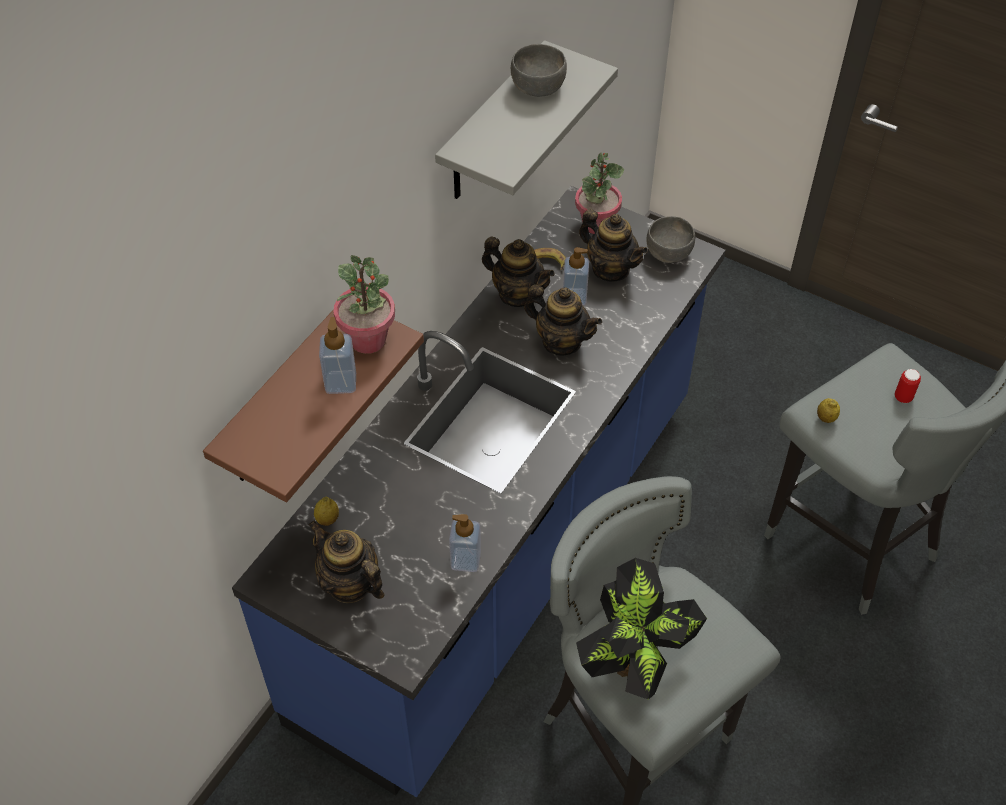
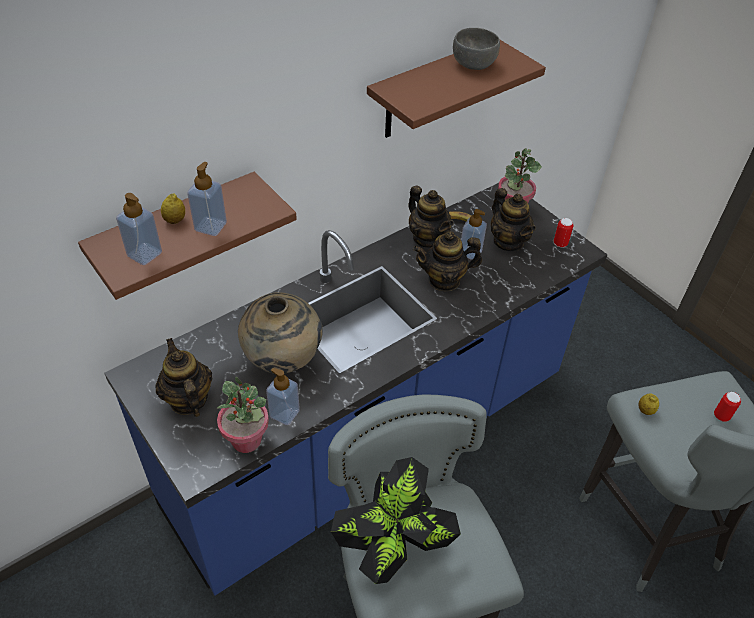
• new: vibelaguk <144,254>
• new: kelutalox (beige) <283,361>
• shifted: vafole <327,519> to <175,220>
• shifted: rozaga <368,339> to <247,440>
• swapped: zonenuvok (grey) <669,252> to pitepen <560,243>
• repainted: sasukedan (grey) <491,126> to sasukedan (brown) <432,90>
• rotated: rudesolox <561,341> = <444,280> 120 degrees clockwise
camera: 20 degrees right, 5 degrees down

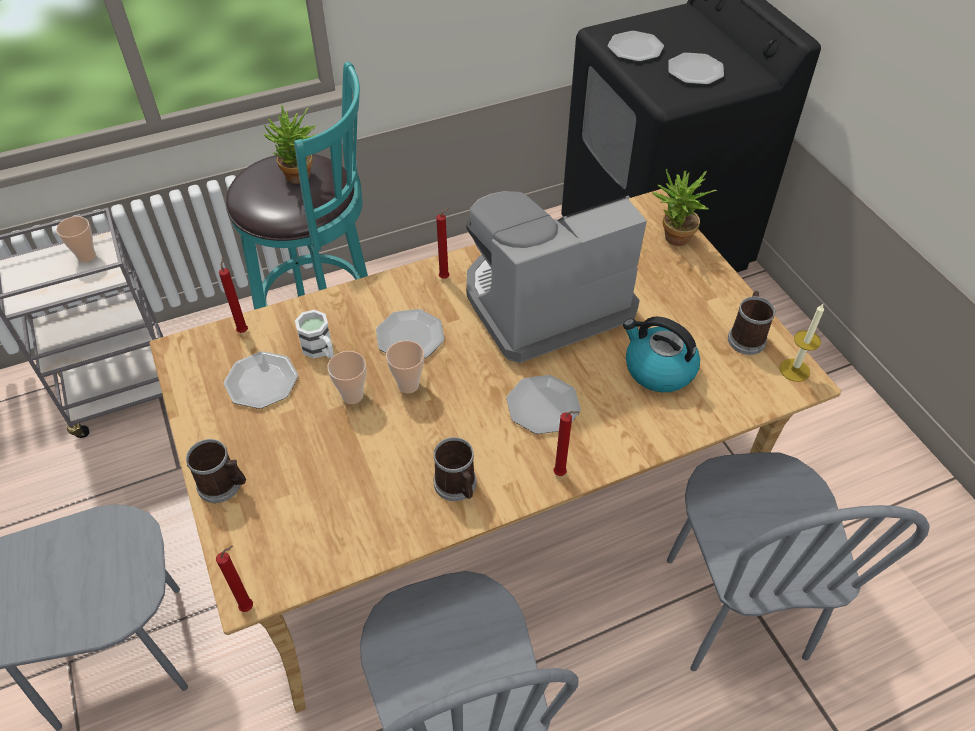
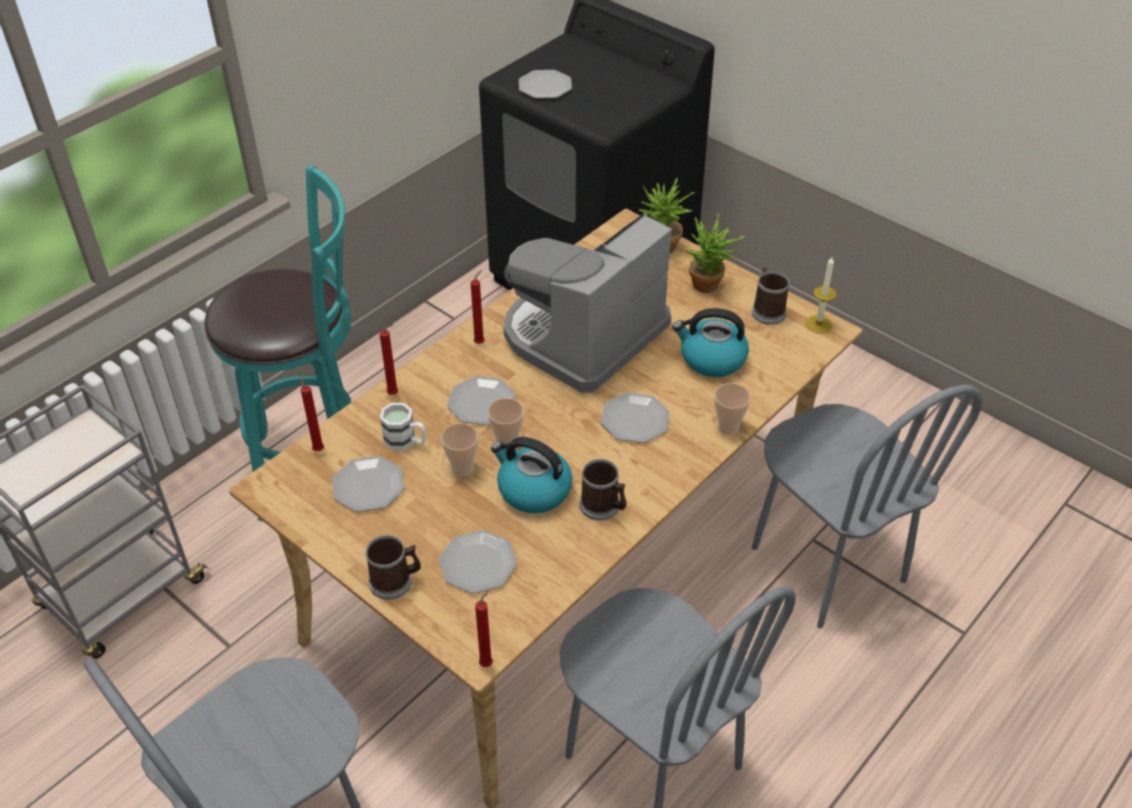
• new: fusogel <533,490>
• shifted: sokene <86,256> to <728,427>
• shifted: rozaga <299,179> to <709,287>
• shifted: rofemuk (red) <561,474> to <395,394>
• shifted: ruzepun <694,71> to <477,564>
camera: 25 degrees left, 5 degrees down

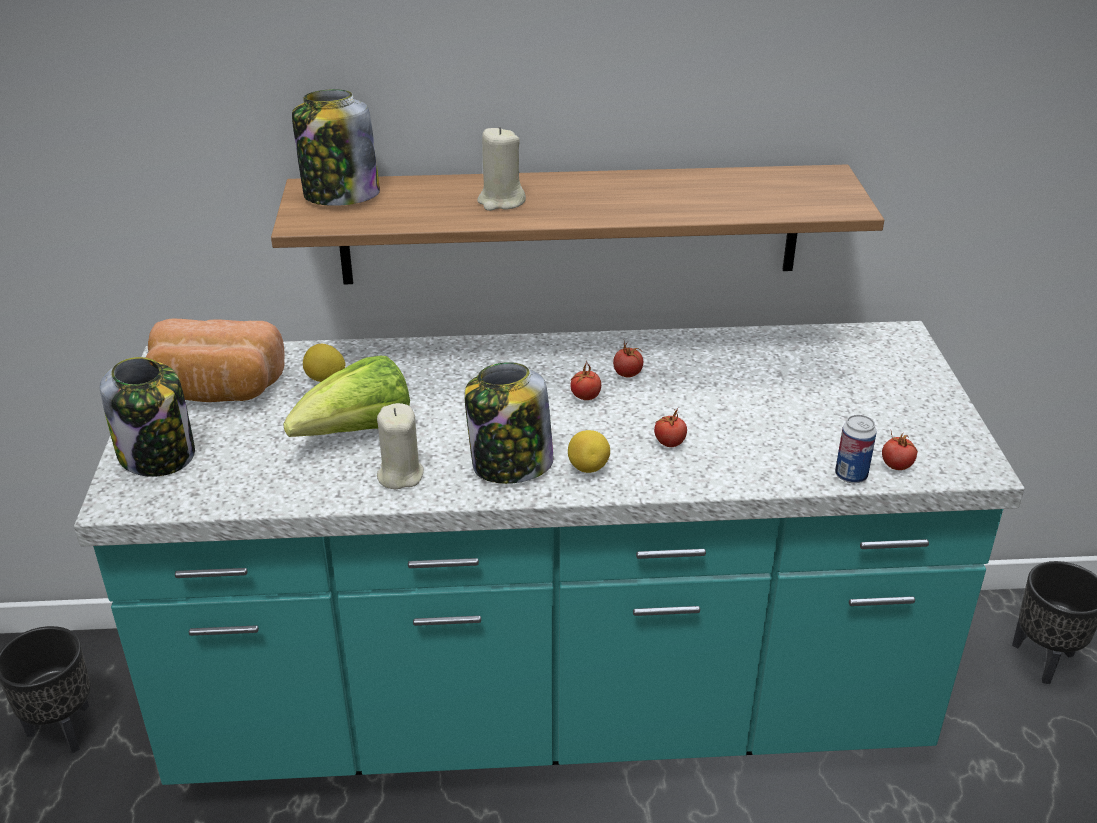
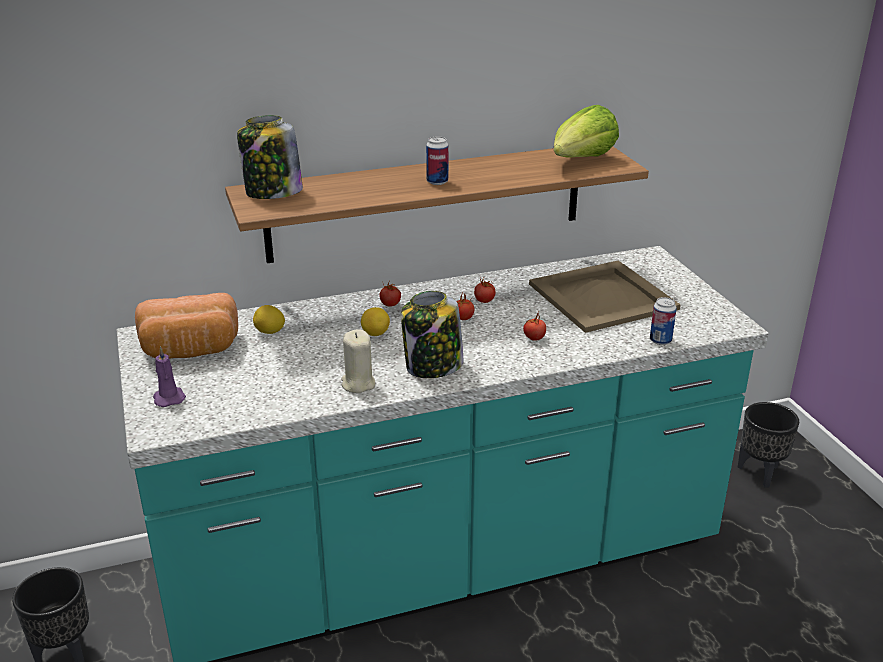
• gone: rofemuk (beige) <501,201>
• new: pitepen <437,182>
• new: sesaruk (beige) <602,297>
• shifted: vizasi <357,433> to <581,161>
• shifted: vafole <588,468> to <375,334>
• shifted: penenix <896,466> to <390,304>
• swapped: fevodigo <158,455> to rofemuk (purple) <168,398>
camera: 15 degrees left, 5 degrees down

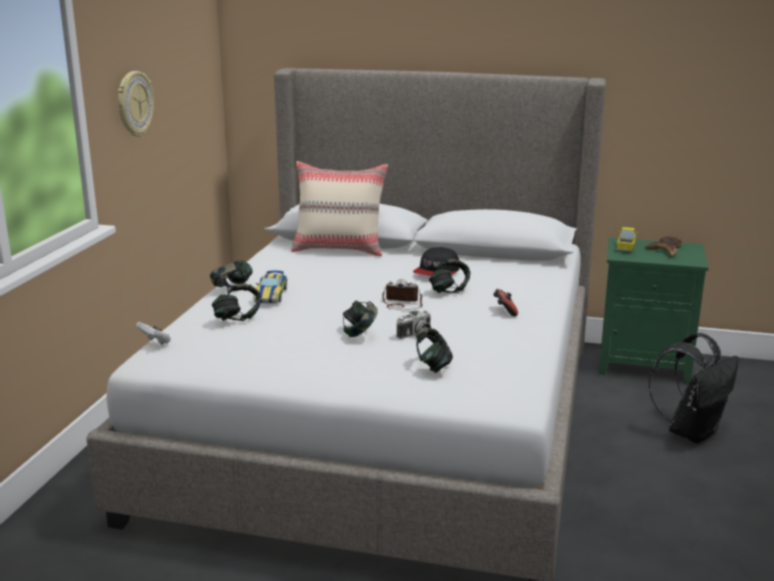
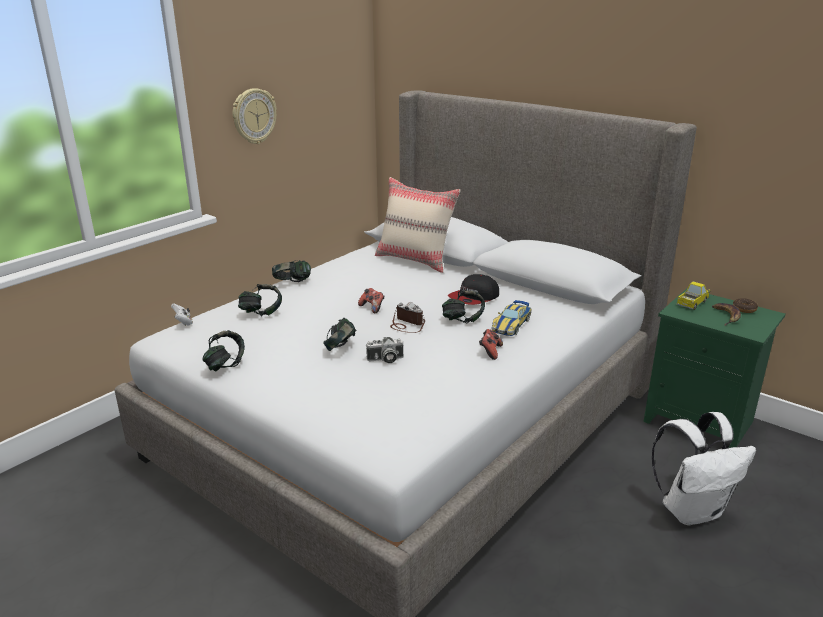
• new: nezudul <372,308>
• shifted: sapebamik <271,294> to <511,324>
• shifted: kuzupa <433,366> to <225,365>
• repainted: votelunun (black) <691,432> to votelunun (white) <692,510>
camera: 25 degrees right, 5 degrees up

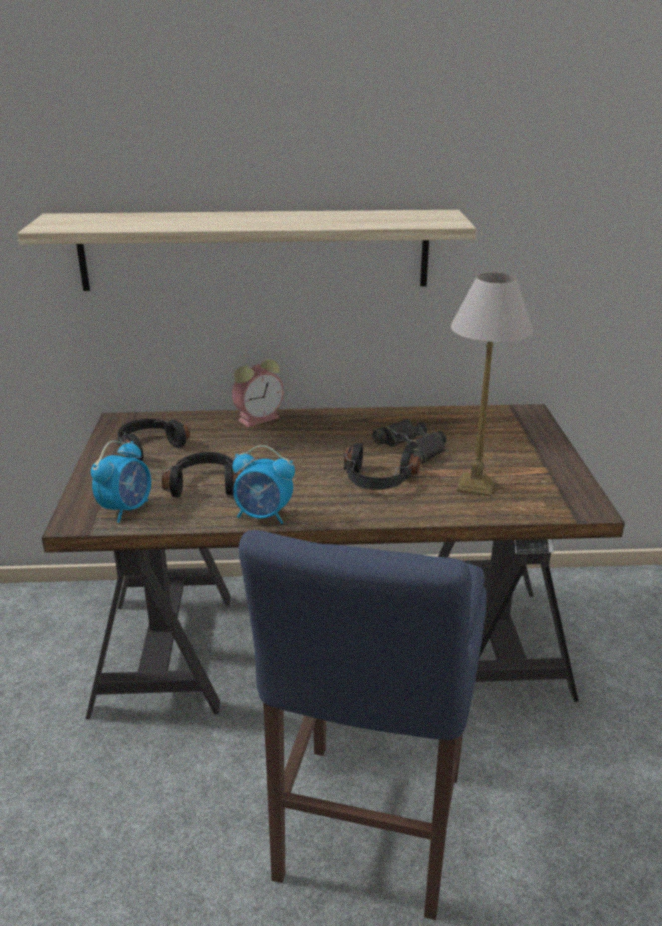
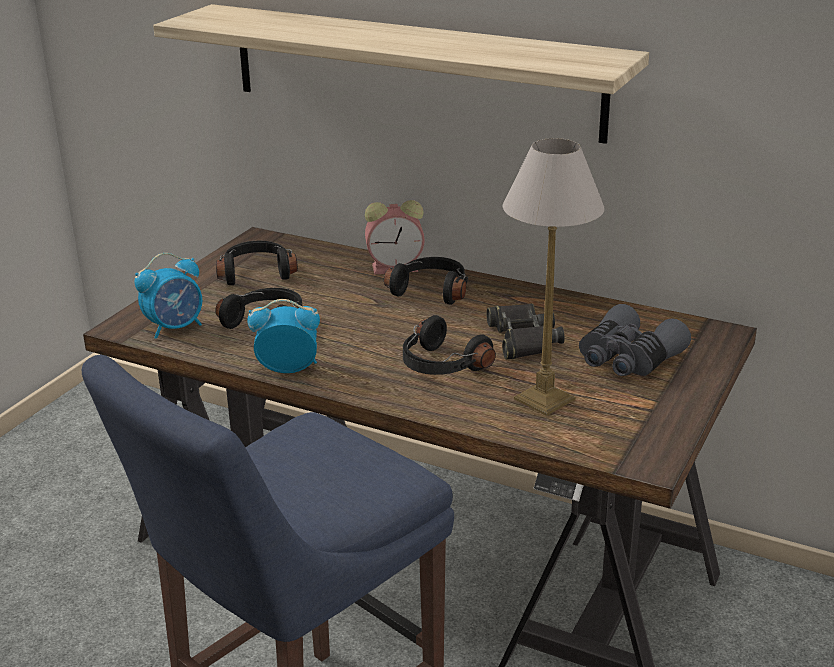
• new: kuzupa (black) <431,290>
• new: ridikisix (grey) <627,359>
• rotated: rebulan <264,516> = <288,369> 135 degrees clockwise
camera: 30 degrees right, 0 degrees up

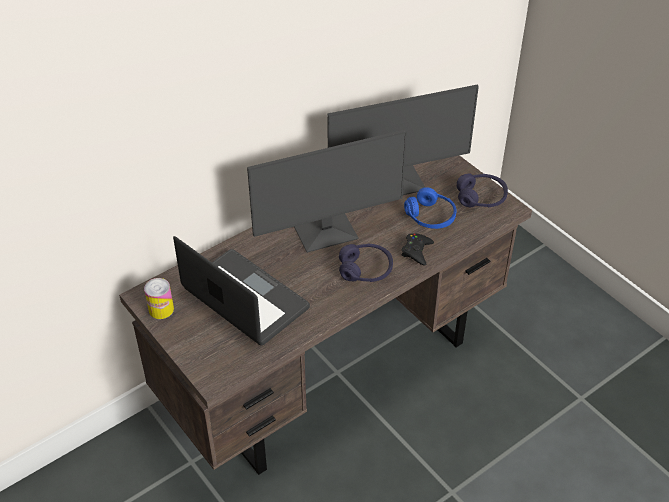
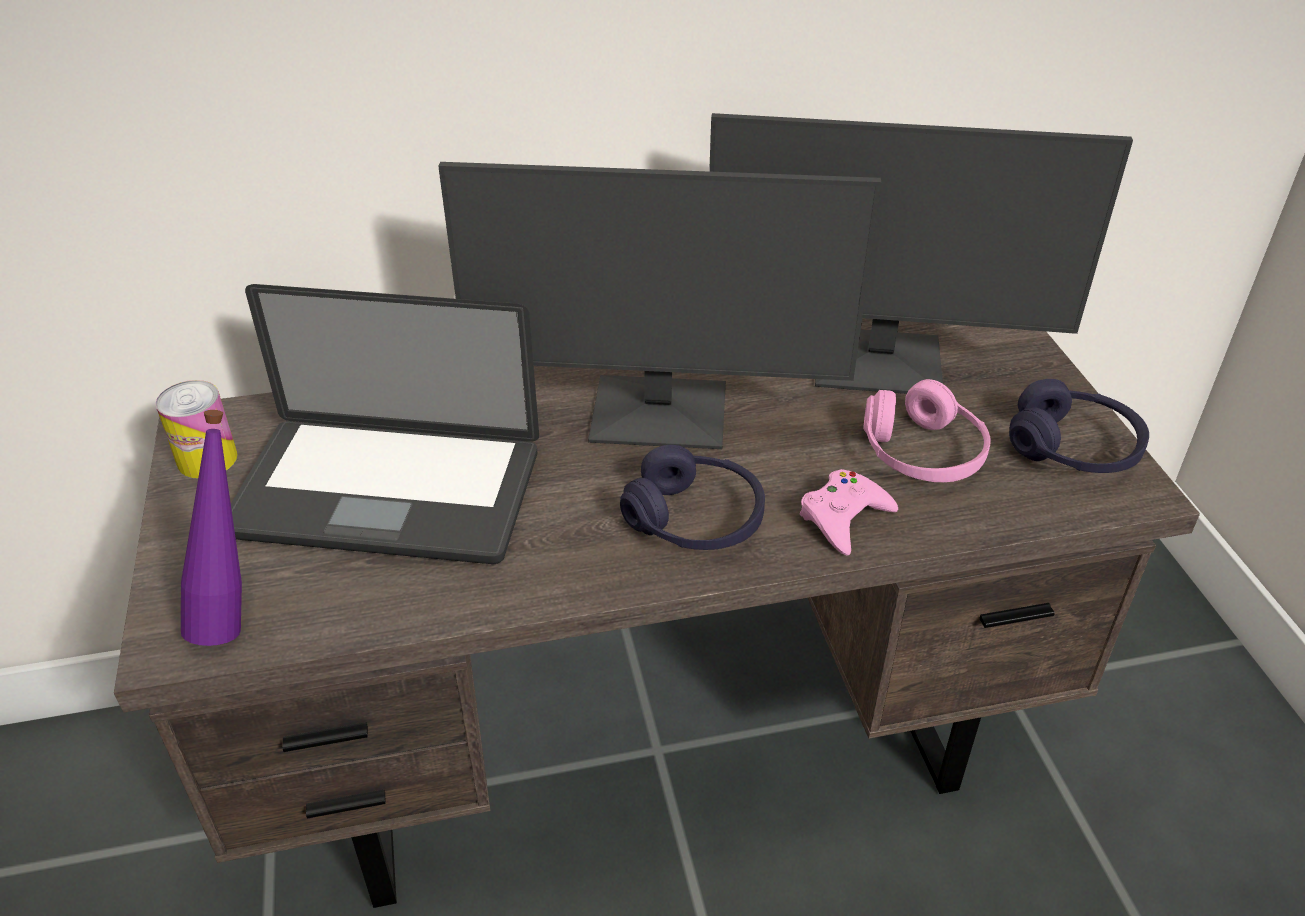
• new: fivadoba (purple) <235,614>
• repainted: nezudul (black) <416,251> to nezudul (pink) <844,517>
• repainted: kuzupa (blue) <430,217> to kuzupa (pink) <922,453>
• rotated: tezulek <245,298> = <387,493> 120 degrees clockwise
camera: 25 degrees right, 5 degrees down

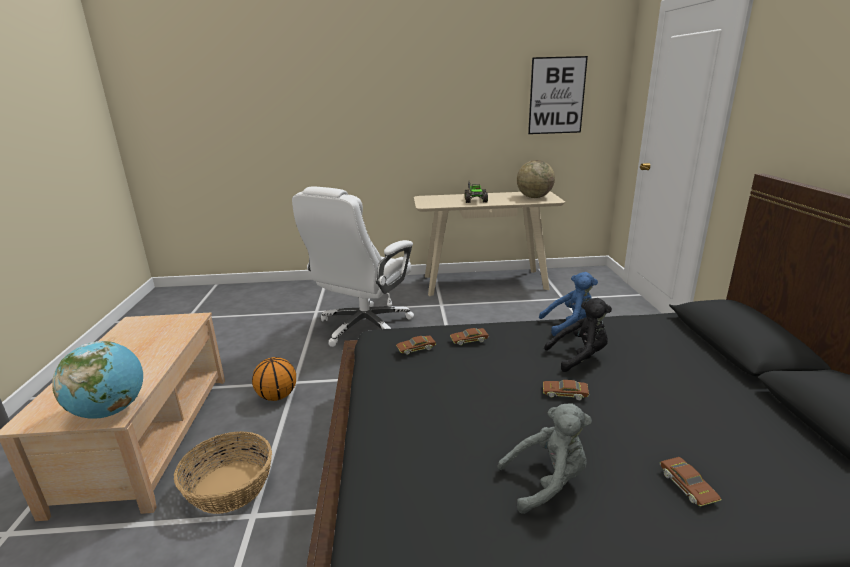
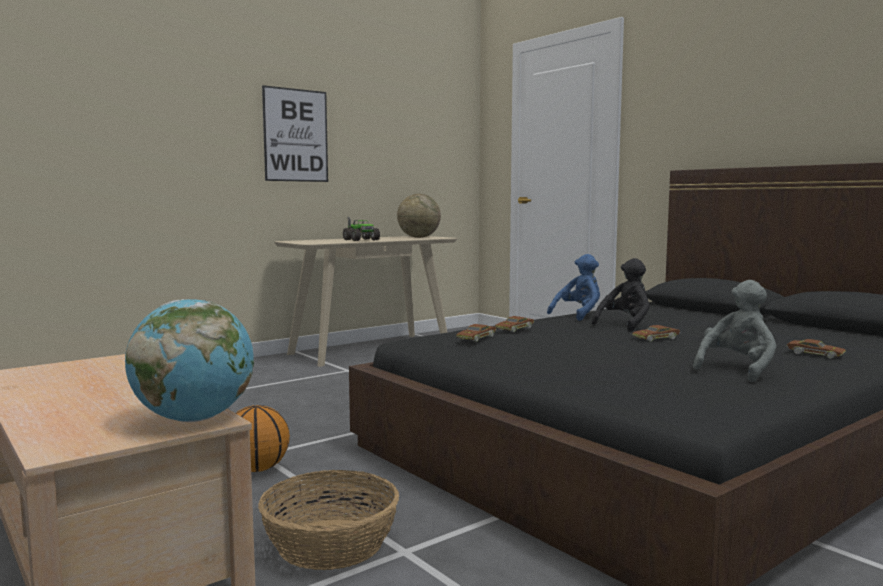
• gone: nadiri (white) <363,327>
• shifted: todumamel <556,96> to <295,135>
camera: 35 degrees left, 15 degrees down

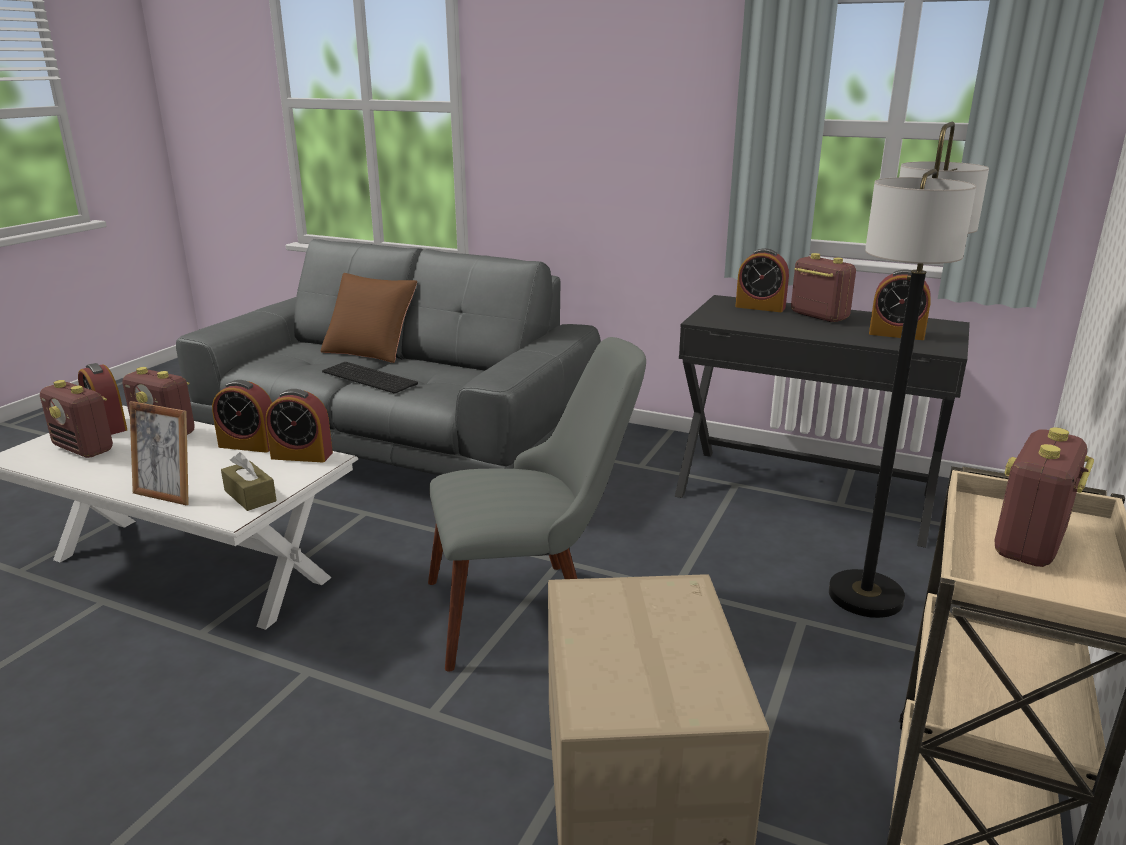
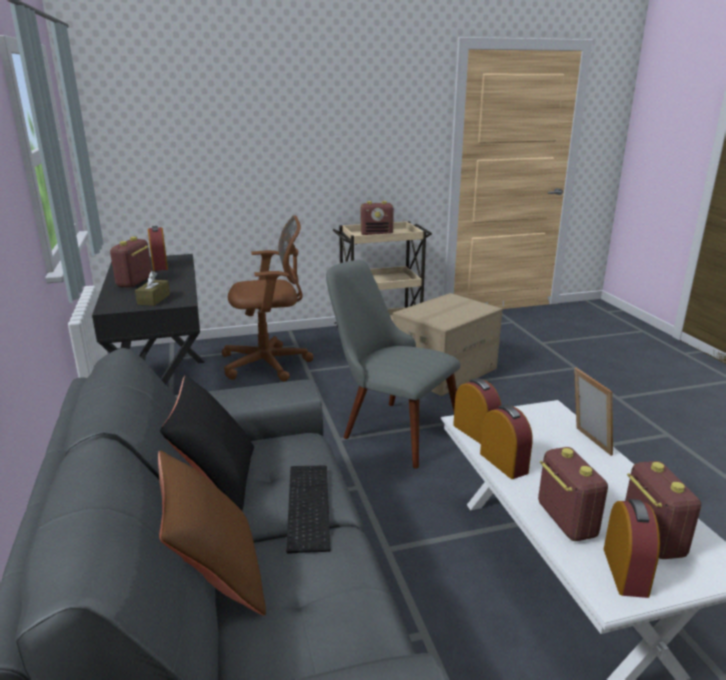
• gone: rebulan <760,307>
• new: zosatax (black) <216,478>
• shifted: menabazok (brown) <250,496> to <154,299>
• swapped: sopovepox <865,596> to nadiri (brown) <269,364>
camera: 130 degrees left, 0 degrees up

